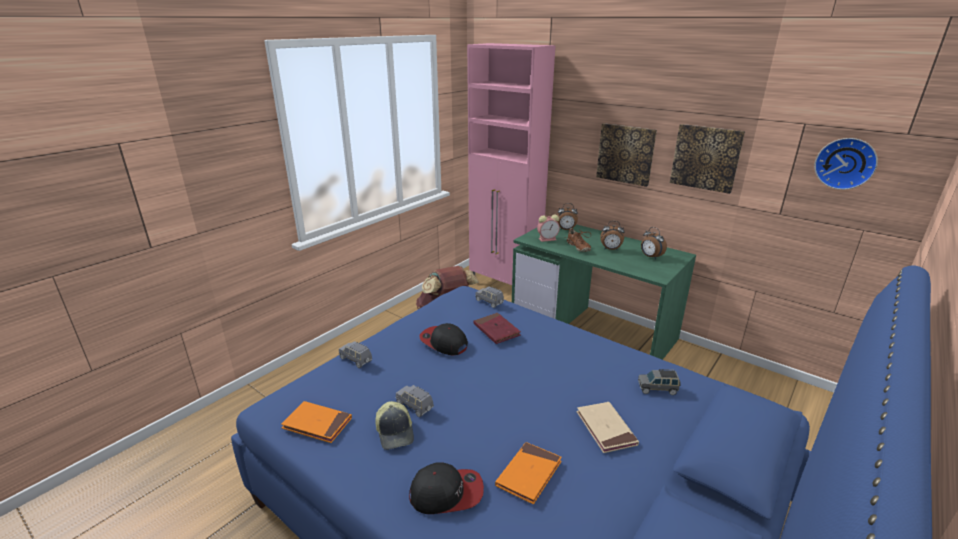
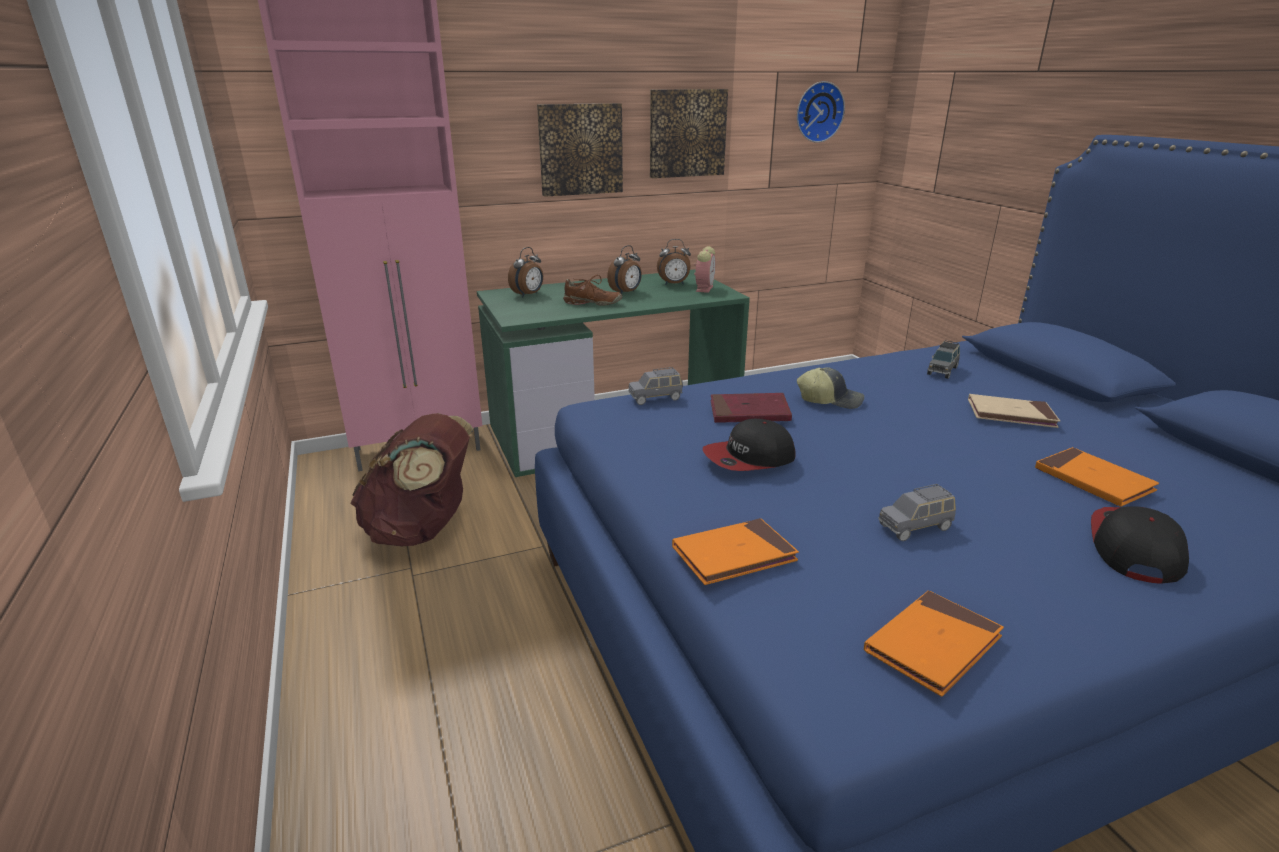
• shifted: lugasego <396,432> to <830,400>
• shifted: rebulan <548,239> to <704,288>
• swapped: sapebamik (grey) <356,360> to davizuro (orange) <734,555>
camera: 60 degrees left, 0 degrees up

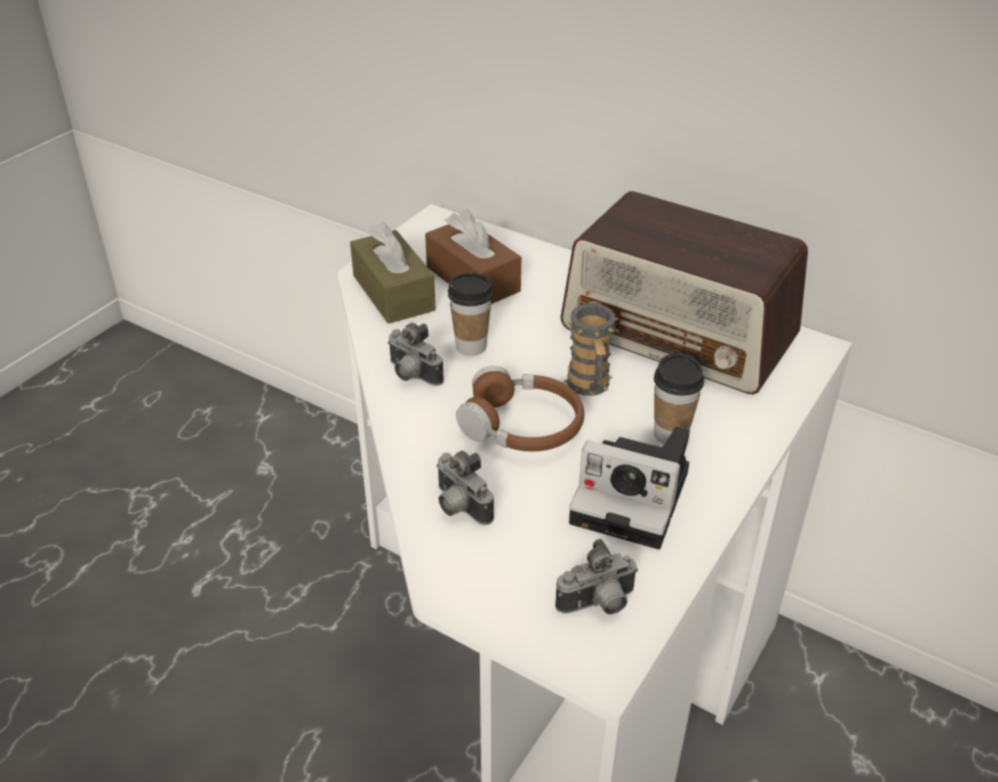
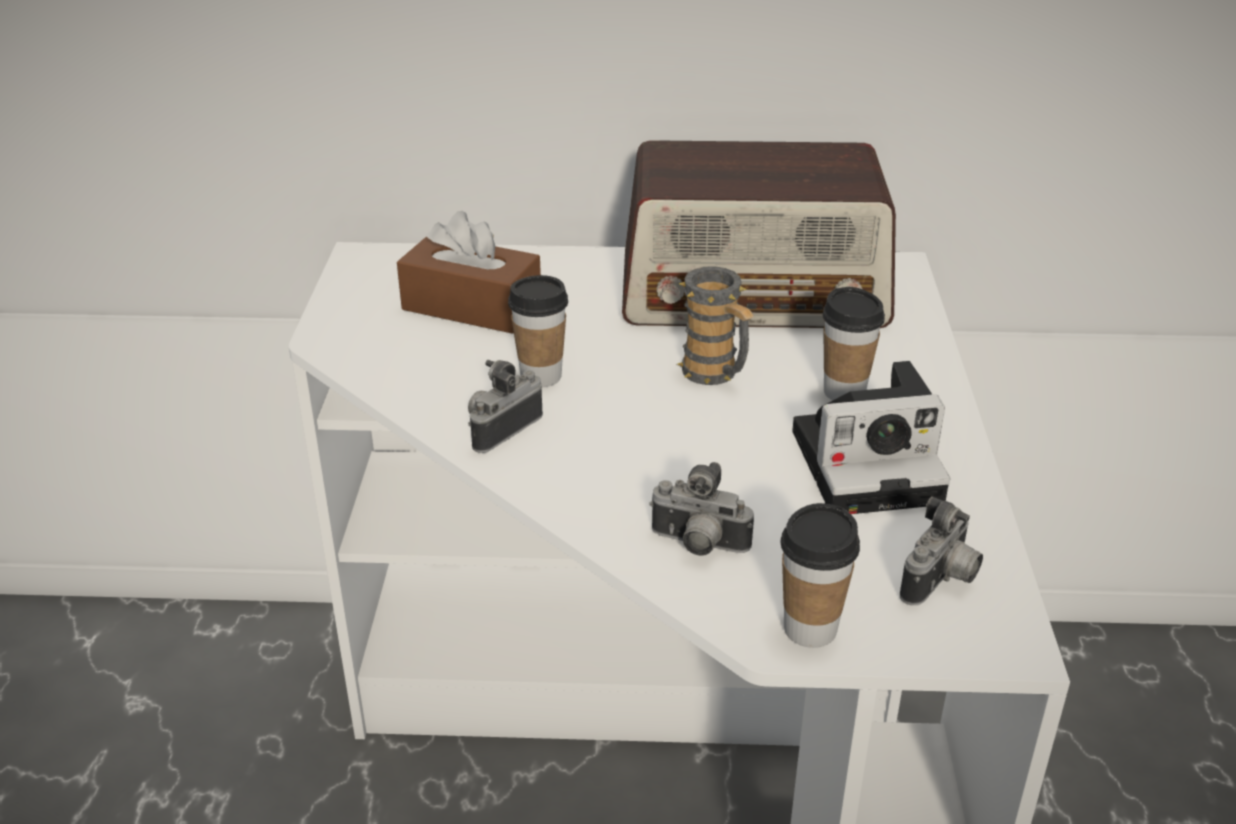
• gone: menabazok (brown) <393,293>
• gone: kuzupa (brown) <522,426>
• new: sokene <810,629>
• rotated: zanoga <411,376> = <501,429> 120 degrees clockwise
camera: 30 degrees left, 5 degrees down

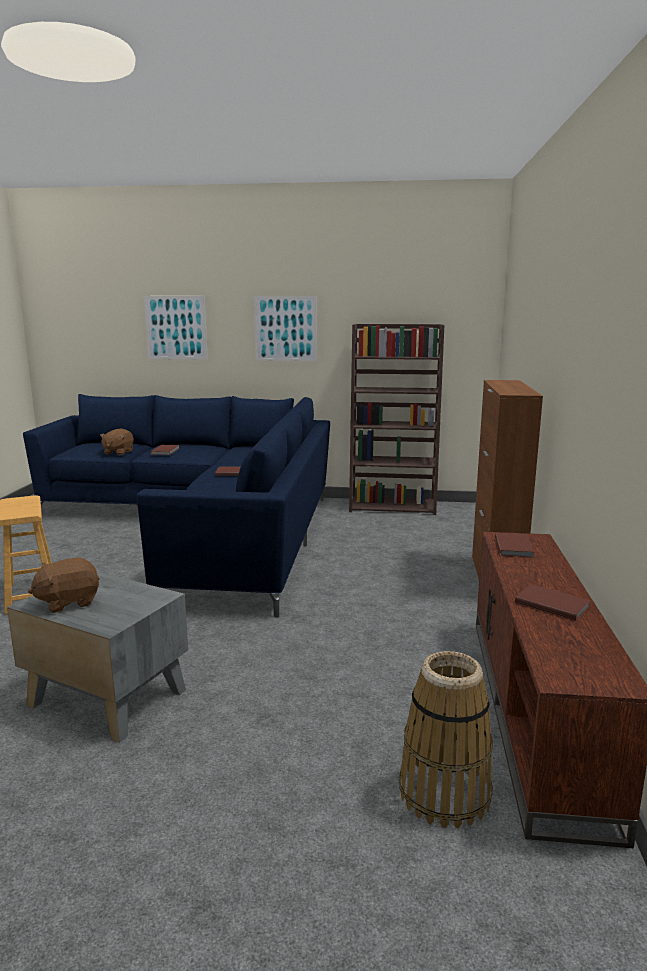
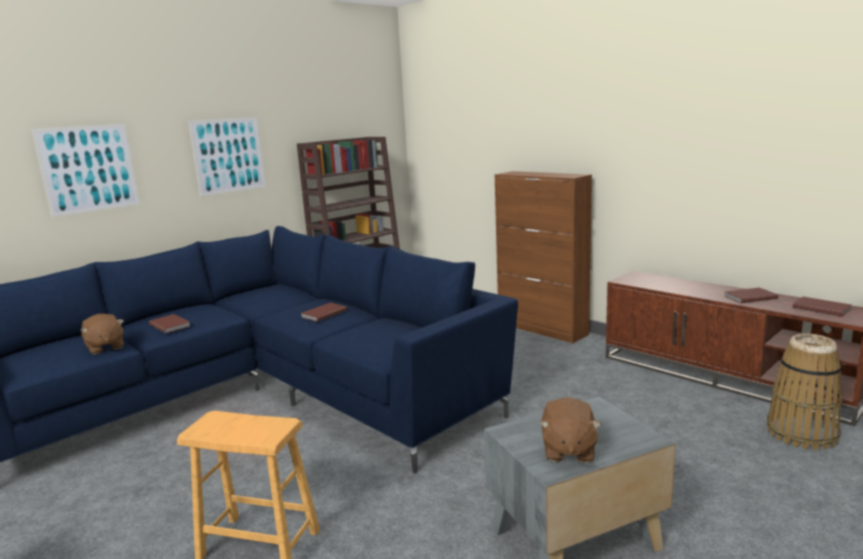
• shifted: davizuro (brown) <514,547> to <821,308>
camera: 50 degrees left, 0 degrees up

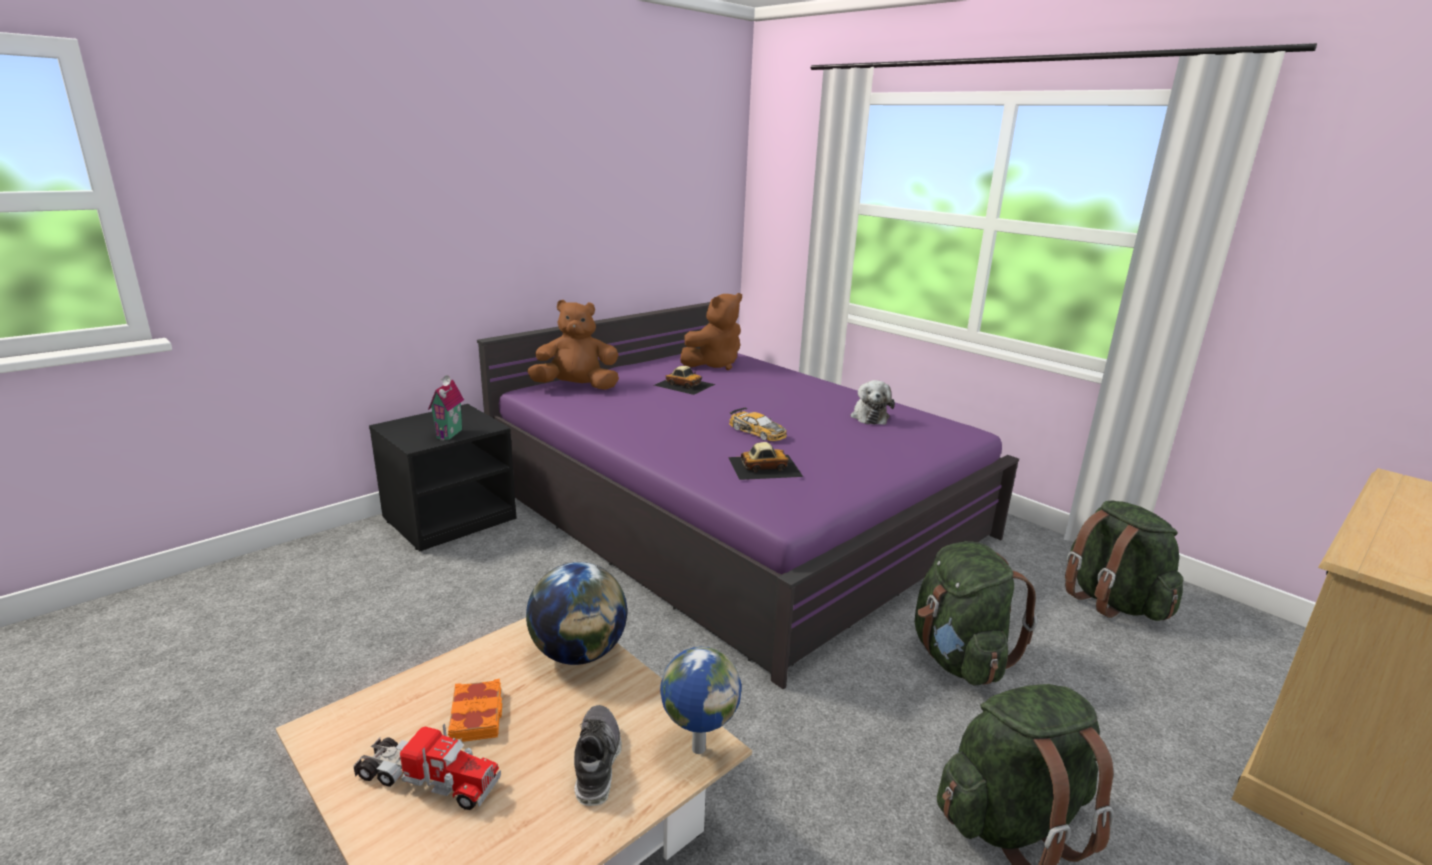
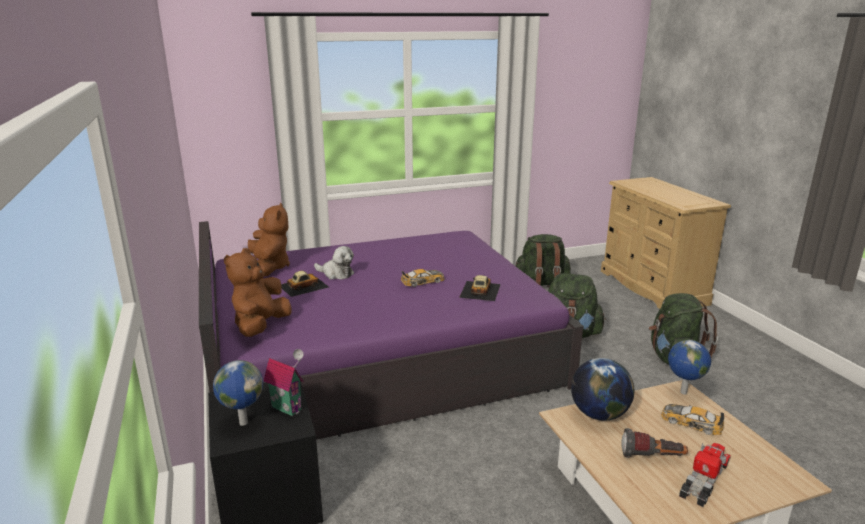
• new: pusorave <242,422>
• shifted: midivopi <869,416> to <336,274>
• swapped: davizuro (orange) <477,716> to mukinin <652,457>
• swapped: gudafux <596,761> to sapebamik <691,422>
camera: 65 degrees left, 0 degrees up

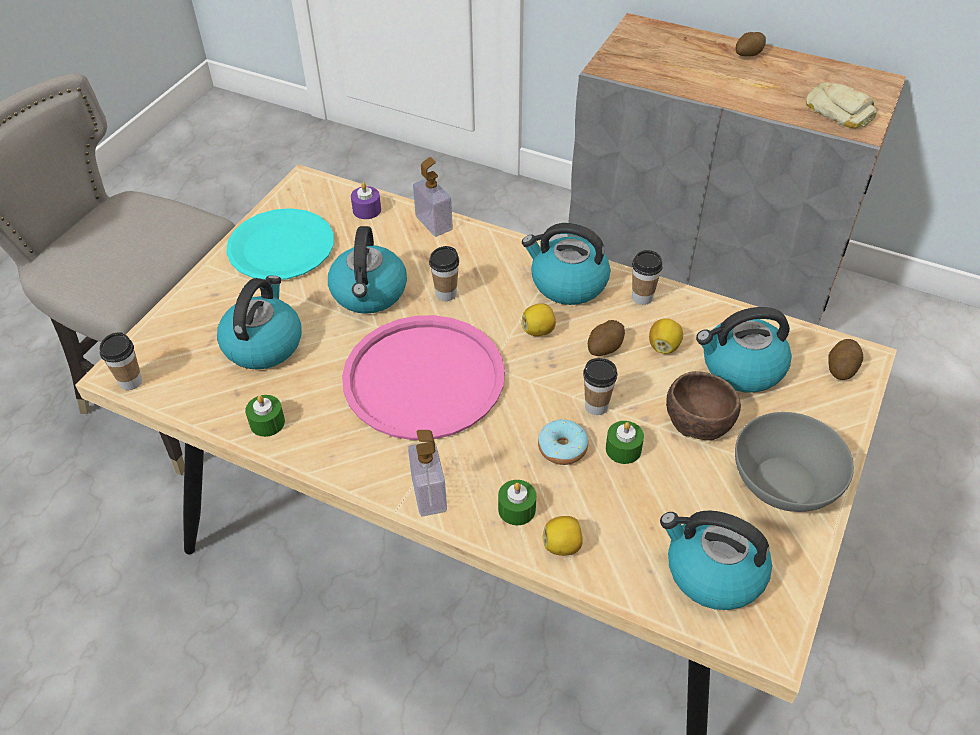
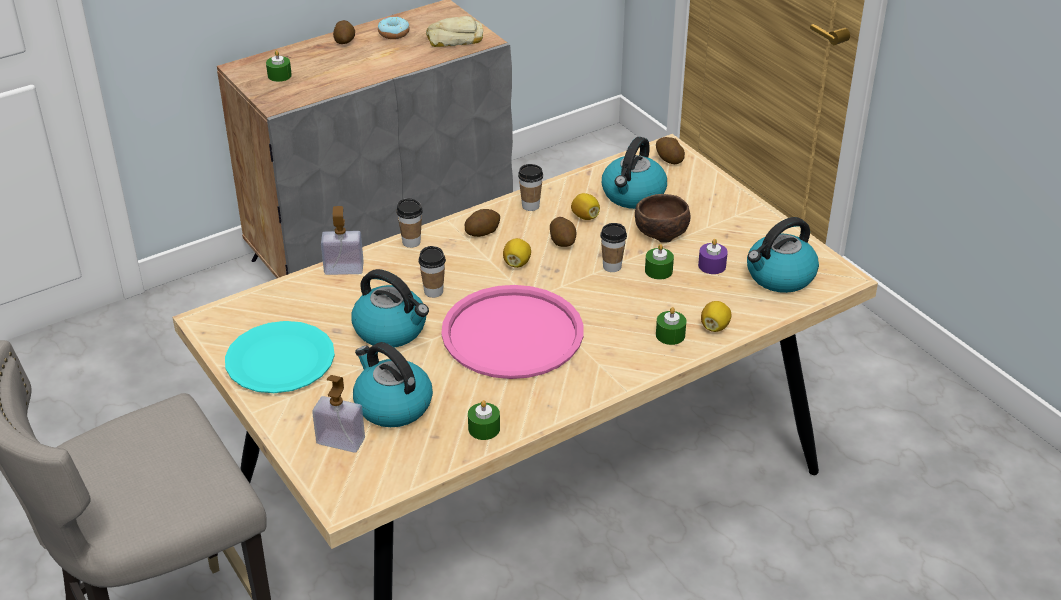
• gone: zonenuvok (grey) <784,483>
• new: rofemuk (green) <279,75>
• shifted: sokene <131,381> to <411,242>
• shifted: rofemuk (purple) <367,210> to <712,265>
• shifted: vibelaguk <429,494> to <340,441>
• shifted: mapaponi <562,448> to <394,33>
• swapped: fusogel <567,283> to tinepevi <482,232>
camera: 60 degrees left, 10 degrees down

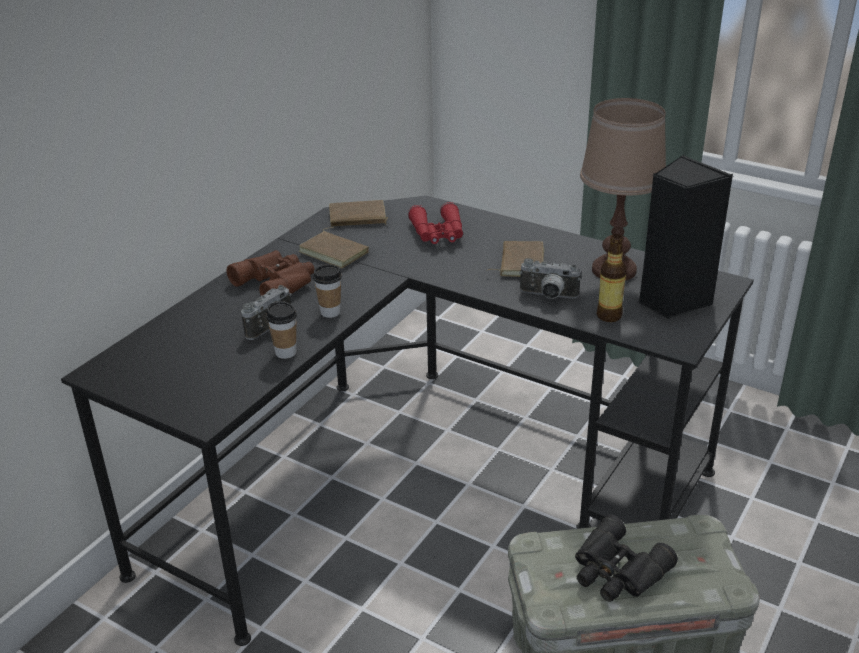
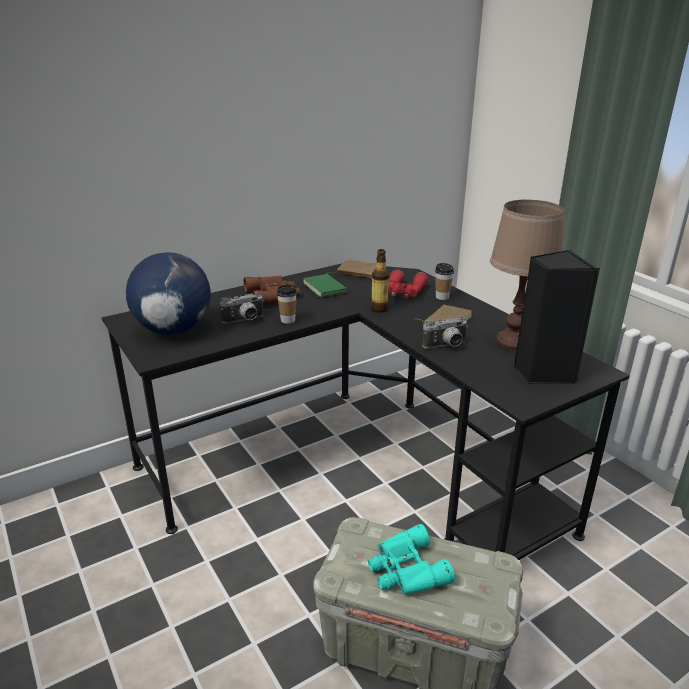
• new: pusorave <173,330>
• shifted: sokene <285,352> to <442,297>
• shifted: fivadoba <609,316> to <379,309>
• repainted: davizuro (brown) <335,252> to davizuro (green) <326,288>
• repainted: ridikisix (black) <617,571> to ridikisix (turquoise) <405,570>
• rotated: zanoga <548,296> = <446,346> 60 degrees counterclockwise
camera: 25 degrees right, 5 degrees down

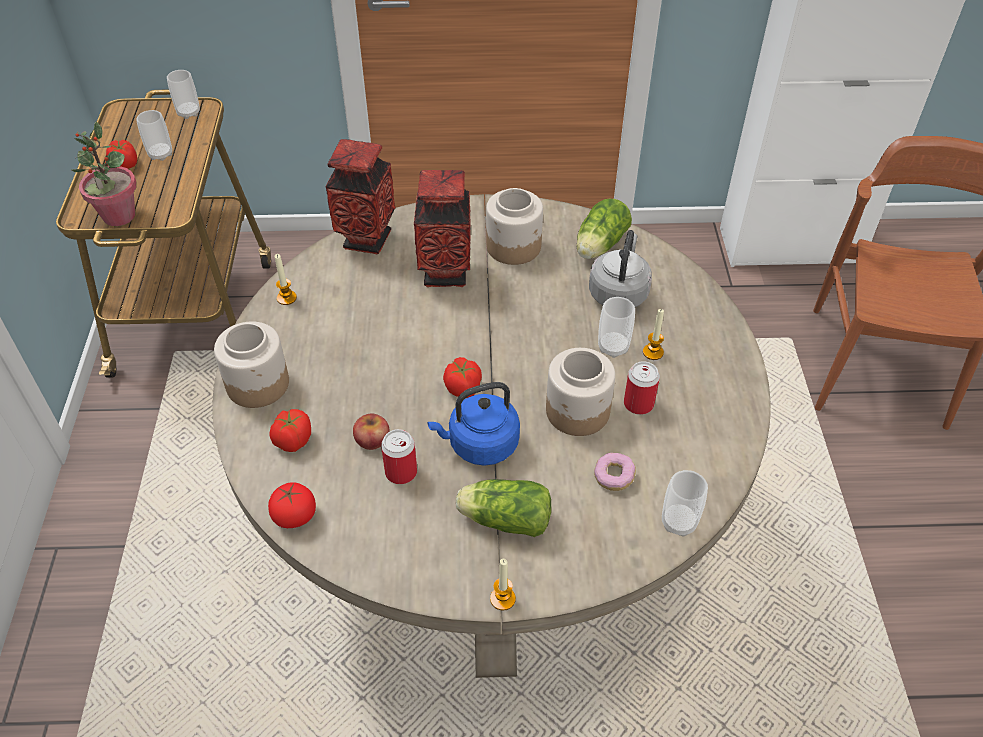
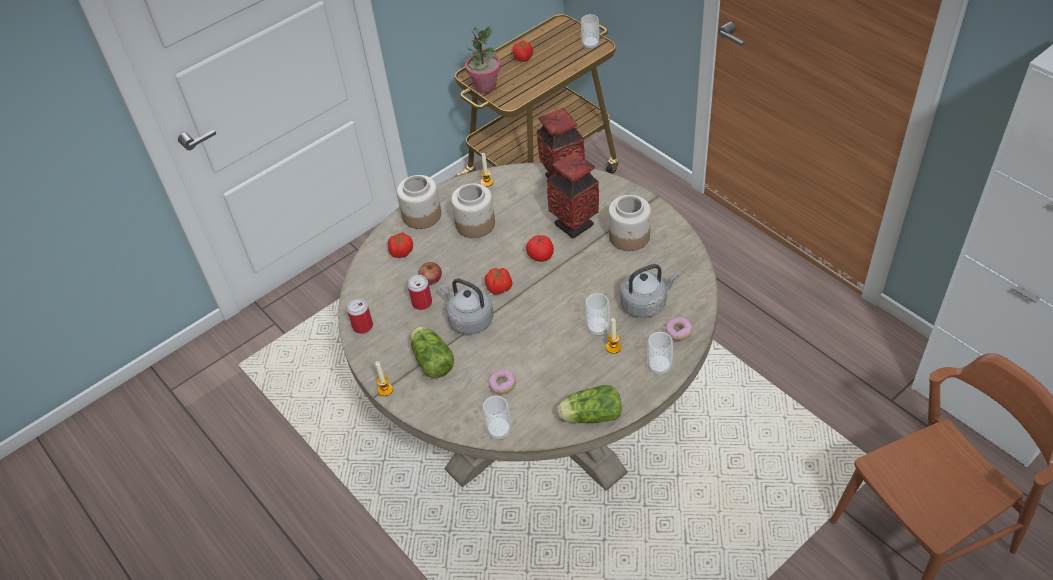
• new: mapaponi <678,333>
• shifted: sokene <160,154> to <659,367>
• shifted: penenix <294,516> to <540,256>
• shifted: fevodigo <577,412> to <475,224>
• shifted: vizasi <599,246> to <589,416>
• shifted: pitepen <638,404> to <363,326>
• repainted: fusogel (blue) <480,445> to fusogel (grey) <469,320>
camera: 55 degrees right, 0 degrees up

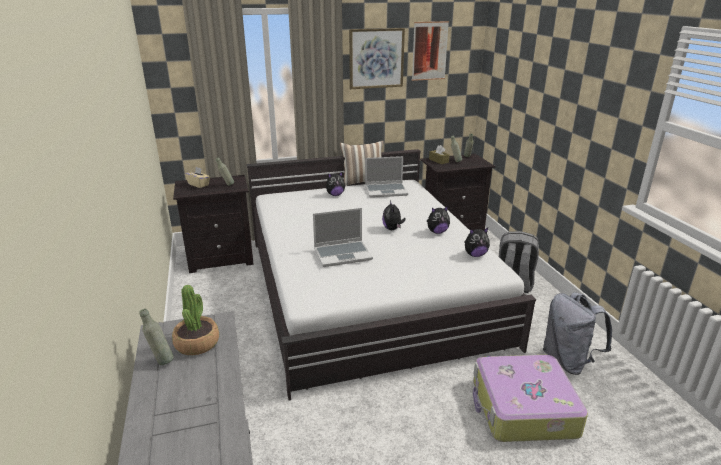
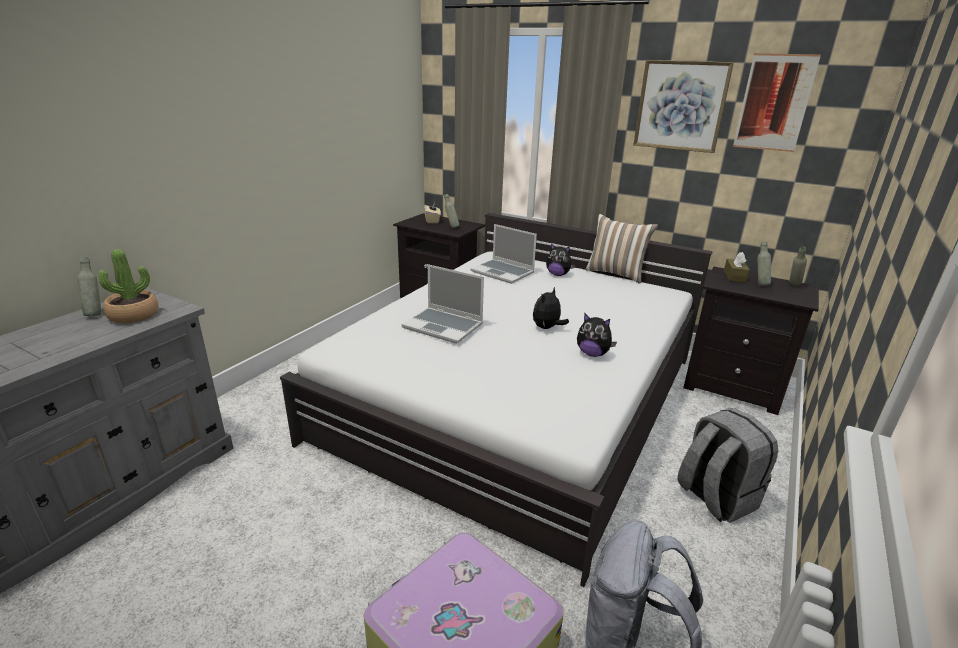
• gone: midivopi <475,255>
• shifted: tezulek <386,191> to <503,272>
camera: 45 degrees right, 0 degrees up

